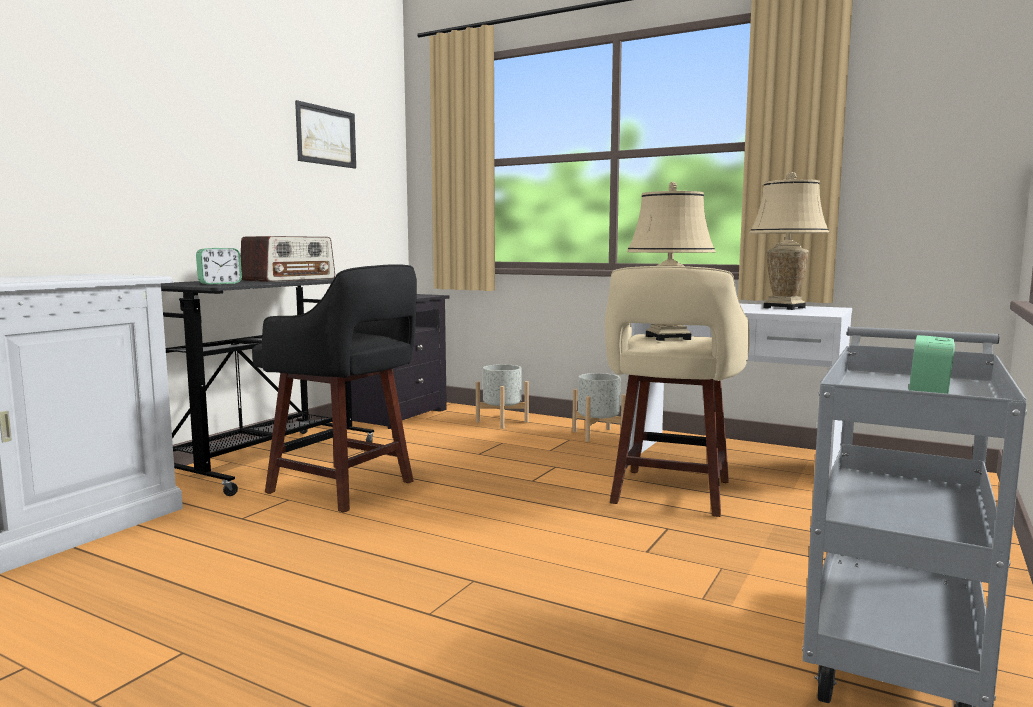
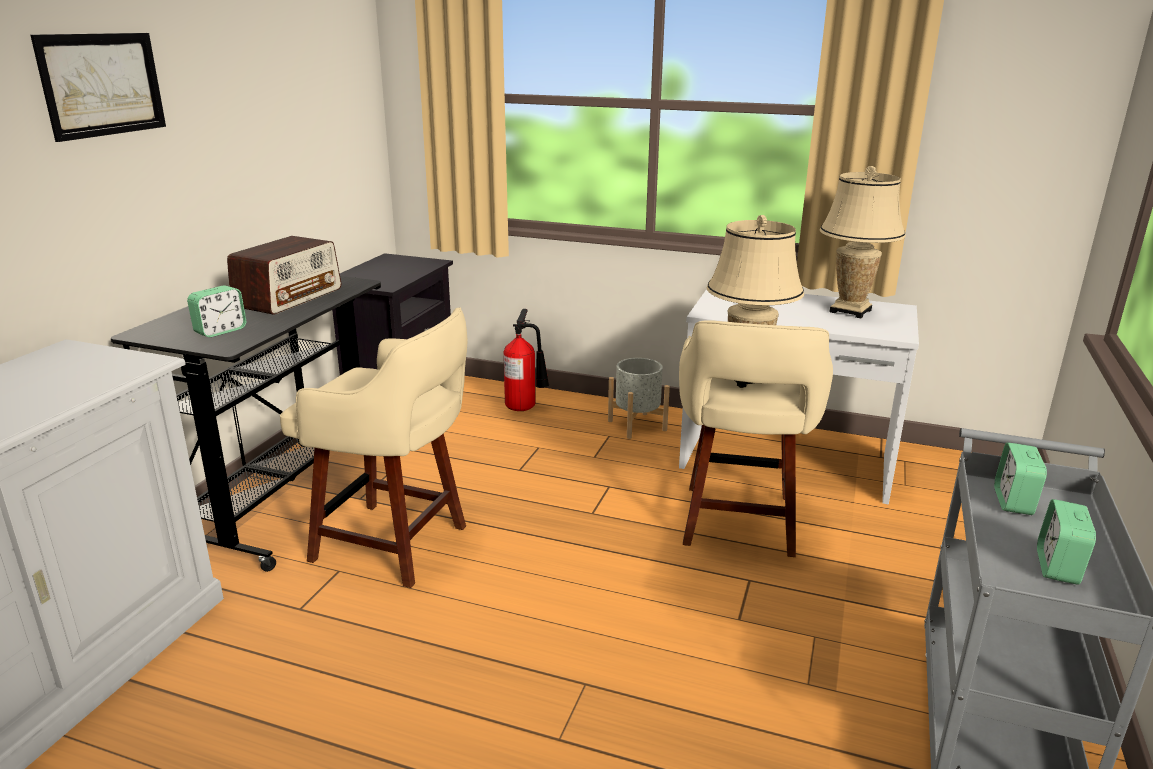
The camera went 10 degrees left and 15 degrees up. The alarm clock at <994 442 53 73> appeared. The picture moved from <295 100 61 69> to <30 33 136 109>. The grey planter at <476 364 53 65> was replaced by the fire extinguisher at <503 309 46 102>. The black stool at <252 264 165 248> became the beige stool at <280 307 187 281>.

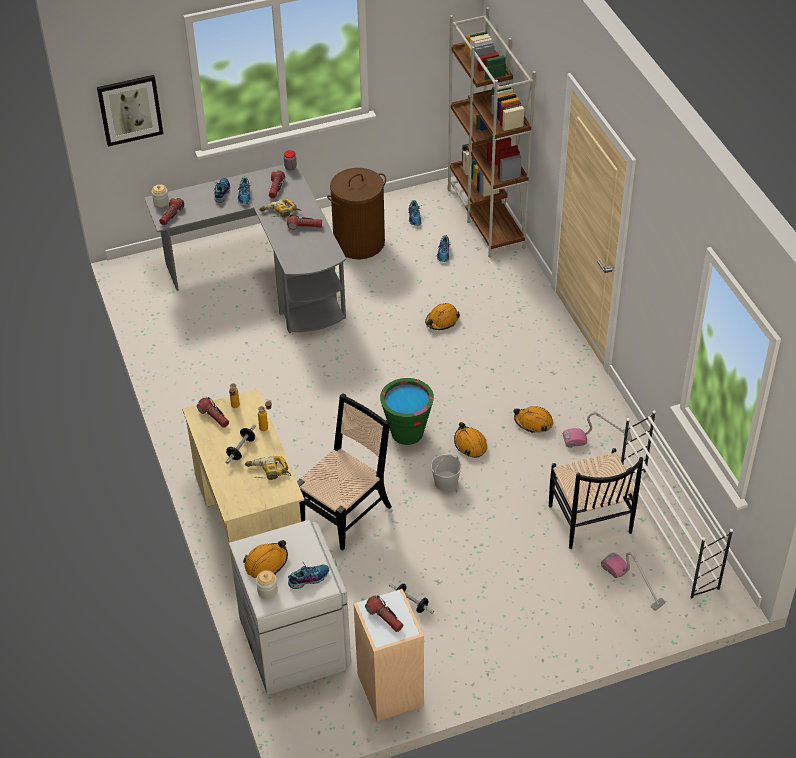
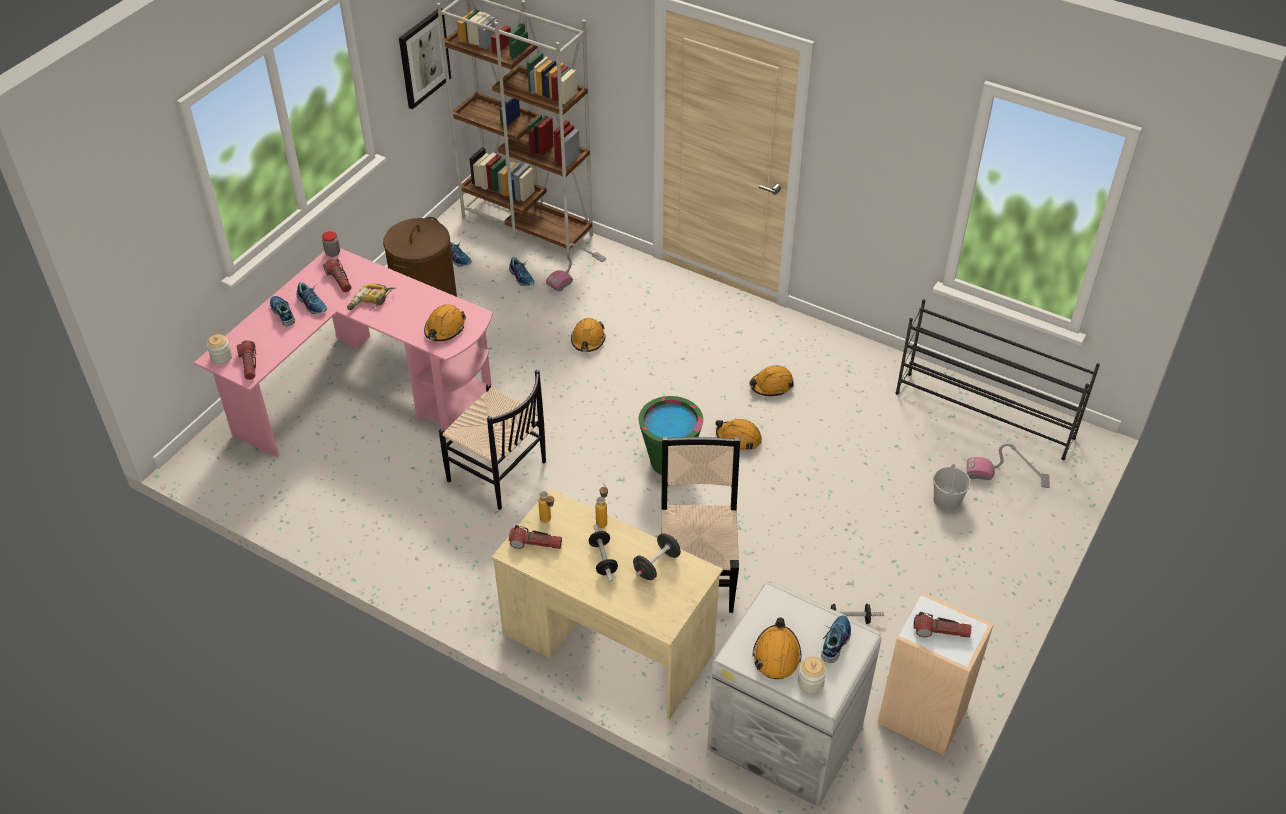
The camera went 40 degrees left and 0 degrees up. The flashlight at <287 214 35 16> disappeared. The orange hard hat at <424 304 42 37> appeared. The picture moved from <97 75 66 72> to <399 8 52 101>. The white bucket moved from <431 454 31 37> to <933 464 38 47>. The black chair moved from <549 448 94 101> to <439 370 107 140>. The vacuum cleaner moved from <563 412 69 36> to <546 243 60 49>. The power drill at <245 456 46 24> was replaced by the black dumbbell at <633 533 48 47>. The grey desk at <144 164 202 169> became the pink desk at <194 248 299 210>. The white shoe rack at <621 411 112 189> became the black shoe rack at <896 299 204 161>.

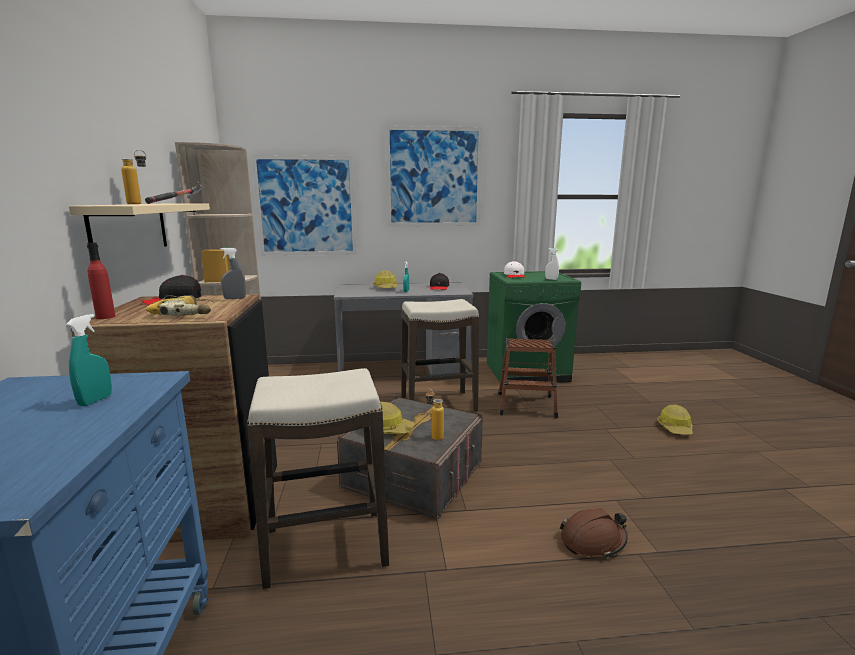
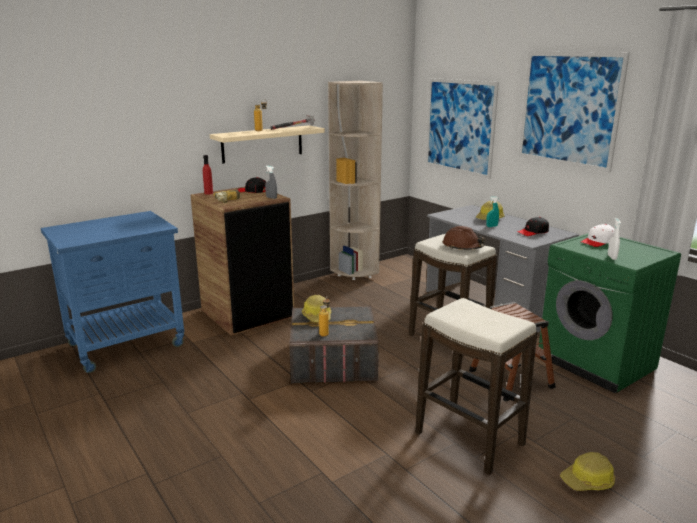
The camera went 60 degrees right and 5 degrees up. The turquoise spray bottle at <66 314 46 93> disappeared. The stool moved from <247 368 142 221> to <415 298 122 177>. The brown hard hat moved from <560 508 68 51> to <443 226 42 24>.

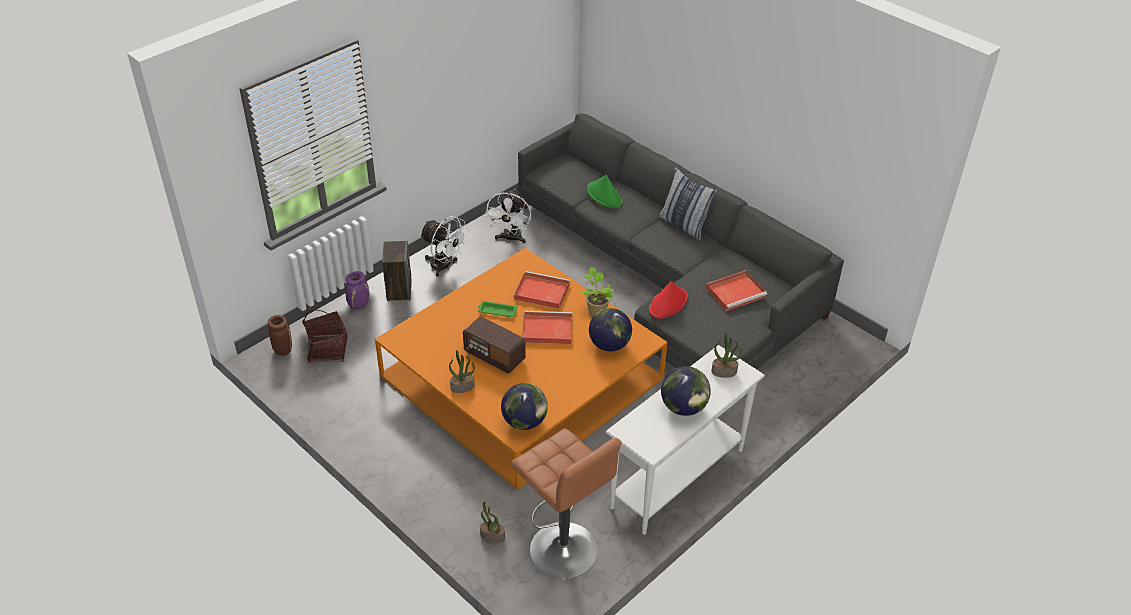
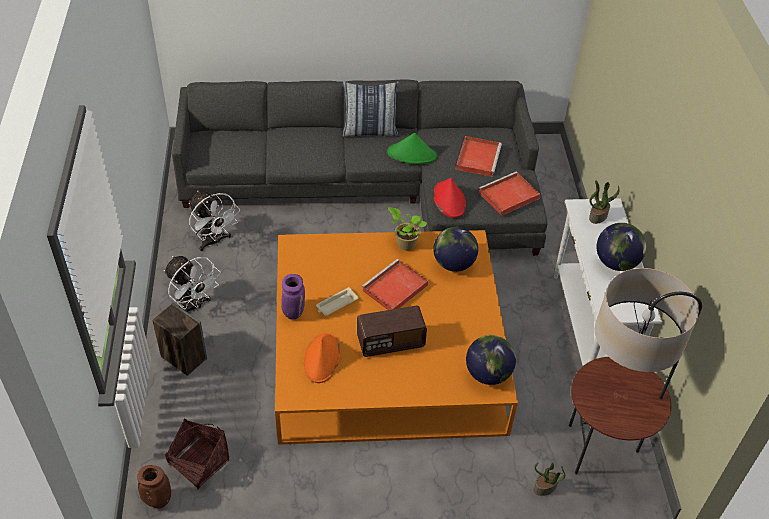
The camera went 50 degrees left and 5 degrees up. The potted plant at <449 350 26 43> disappeared. The orange hat at <303 332 38 51> appeared. The purple vase moved from <345 271 25 39> to <281 274 24 45>. The red tray moved from <514 271 56 38> to <478 172 62 44>. The green hat moved from <587 175 36 34> to <387 132 50 32>. The brown stool at <511 428 111 151> was replaced by the floor lamp at <569 268 133 206>. The green tray at <478 301 39 16> became the beige tray at <316 287 43 29>. The white fan at <420 216 49 61> turned 60 degrees clockwise.

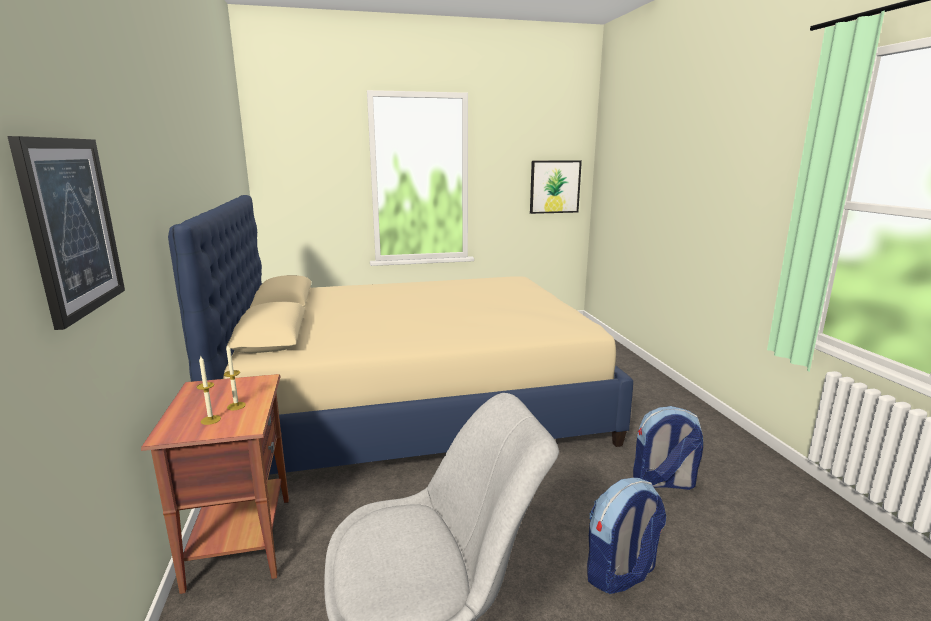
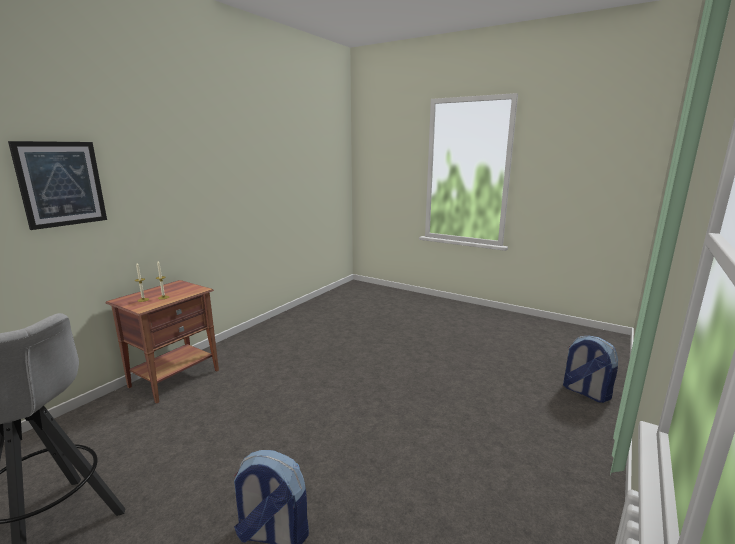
The camera went 45 degrees right and 0 degrees up. The beige bed at <168 195 465 280> disappeared. The picture at <530 160 52 54> disappeared. The backpack moved from <633 406 70 84> to <563 336 55 67>.

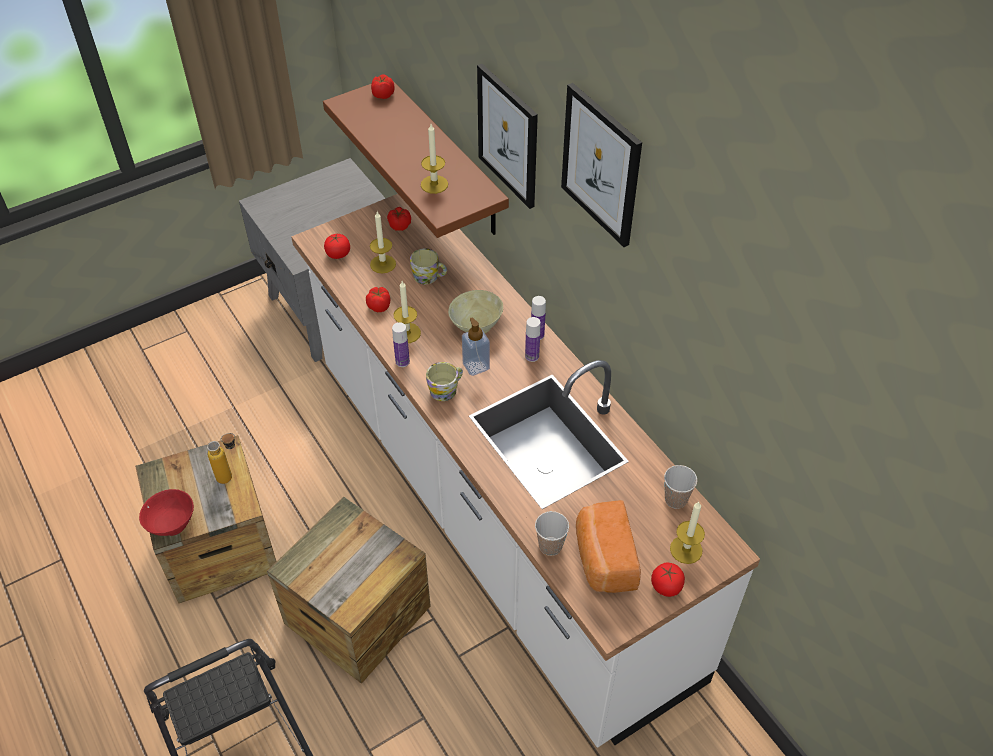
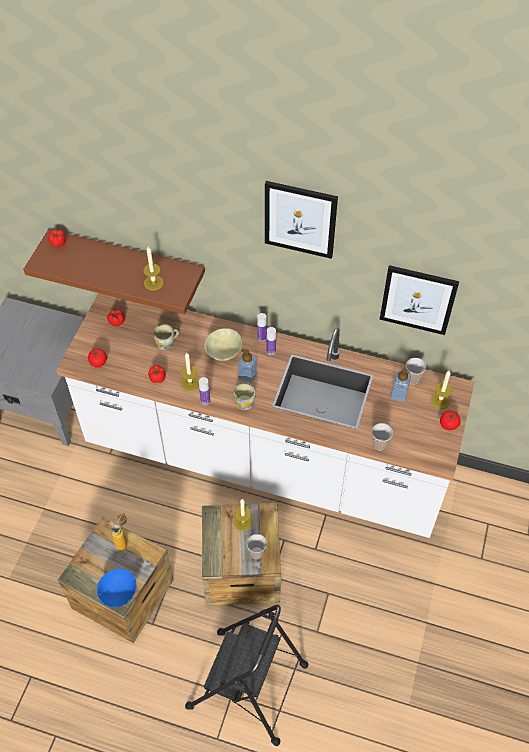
The camera went 40 degrees left and 5 degrees up. The bread at <576 500 65 93> disappeared. The cup at <247 534 20 25> appeared. The soap dispenser at <390 368 21 34> appeared. The candle moved from <370 212 26 62> to <234 499 19 32>. The picture moved from <477 64 61 145> to <380 265 79 70>. The red bowl at <139 489 55 47> became the blue bowl at <97 569 40 38>.

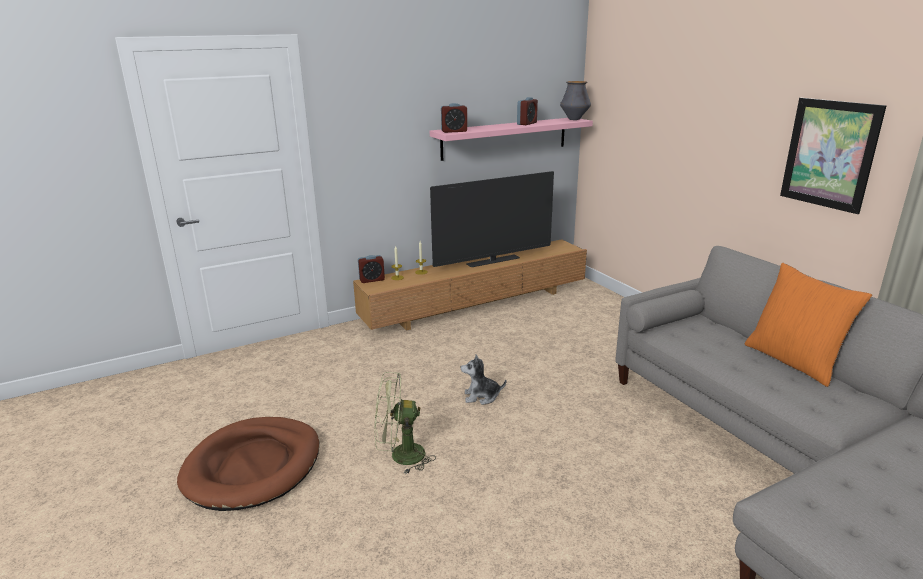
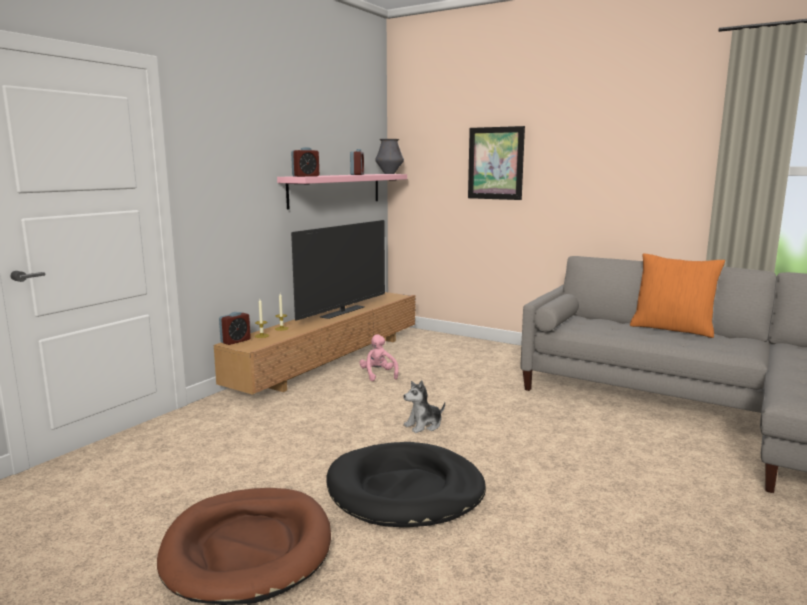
The camera went 30 degrees left and 10 degrees down. The pink plush toy at <359 334 40 47> appeared. The picture moved from <780 98 106 116> to <468 126 57 74>. The green fan at <374 372 62 102> was replaced by the black dog bed at <326 442 160 85>.

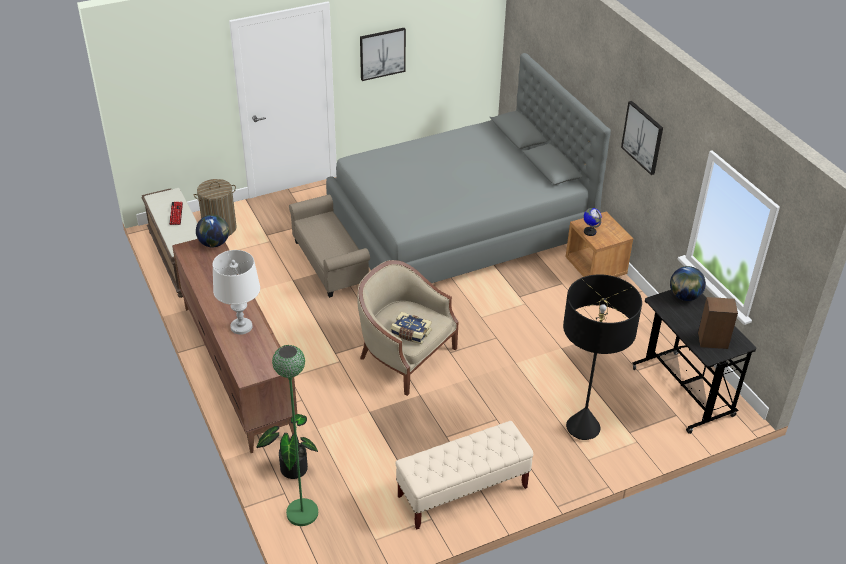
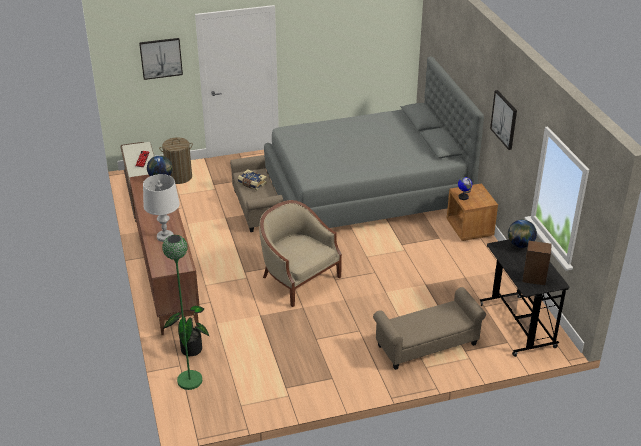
The camera went 10 degrees right and 5 degrees down. The beige bench at <395 421 138 108> disappeared. The picture moved from <360 28 46 53> to <139 38 44 42>. The book moved from <391 312 41 32> to <237 169 30 21>. The black floor lamp at <563 274 79 166> was replaced by the beige ottoman at <373 287 113 83>.

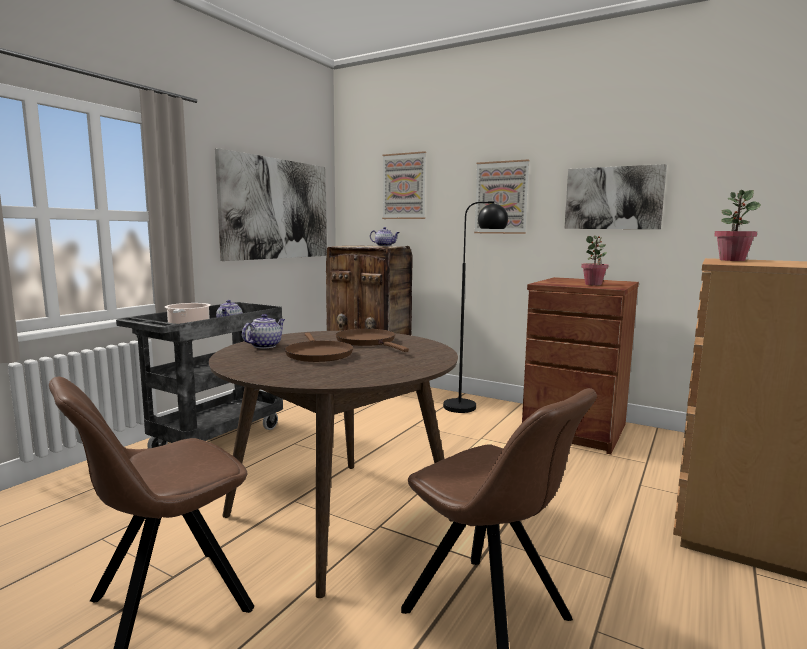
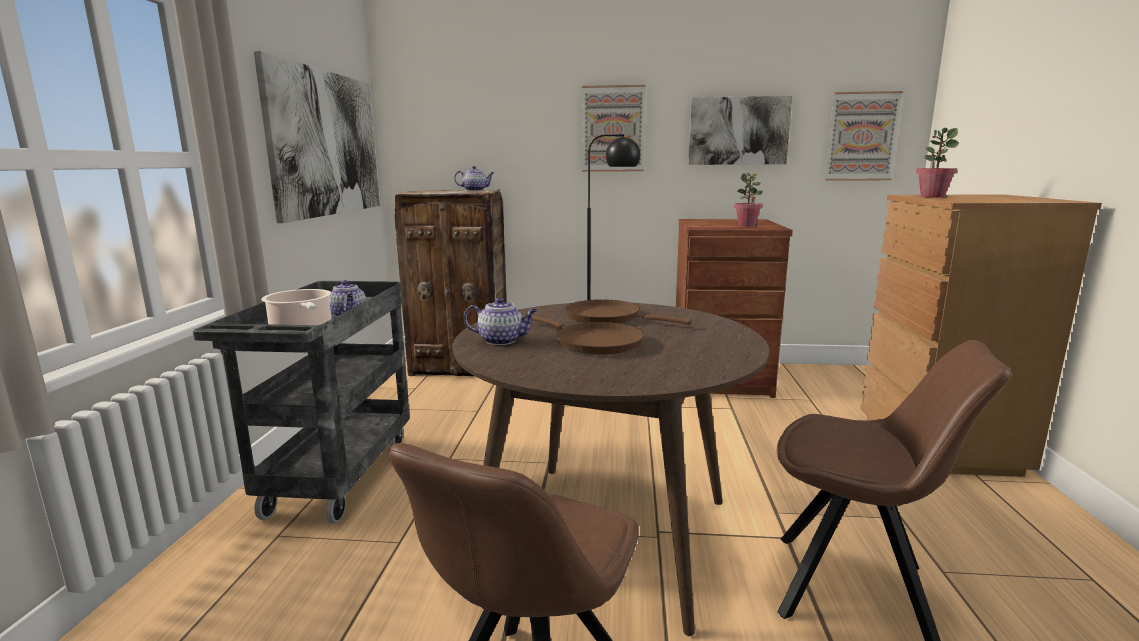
The camera went 25 degrees left and 5 degrees up. The picture moved from <382 151 44 68> to <824 91 79 90>. The teapot at <242 314 43 35> turned 90 degrees clockwise.

